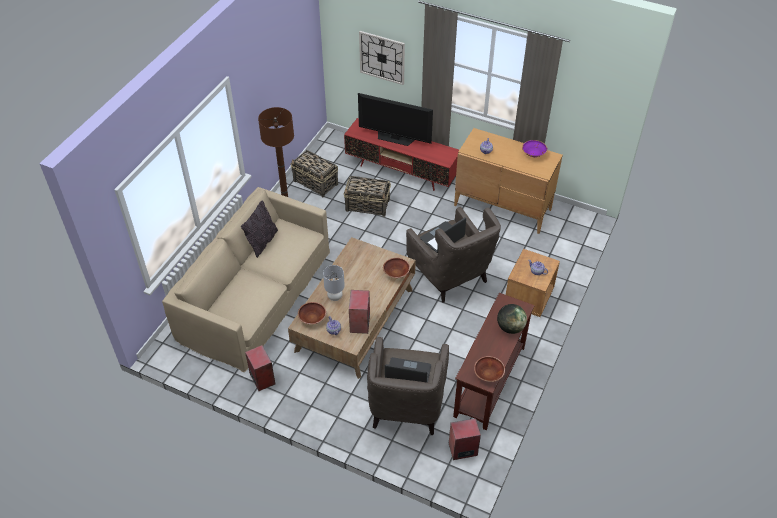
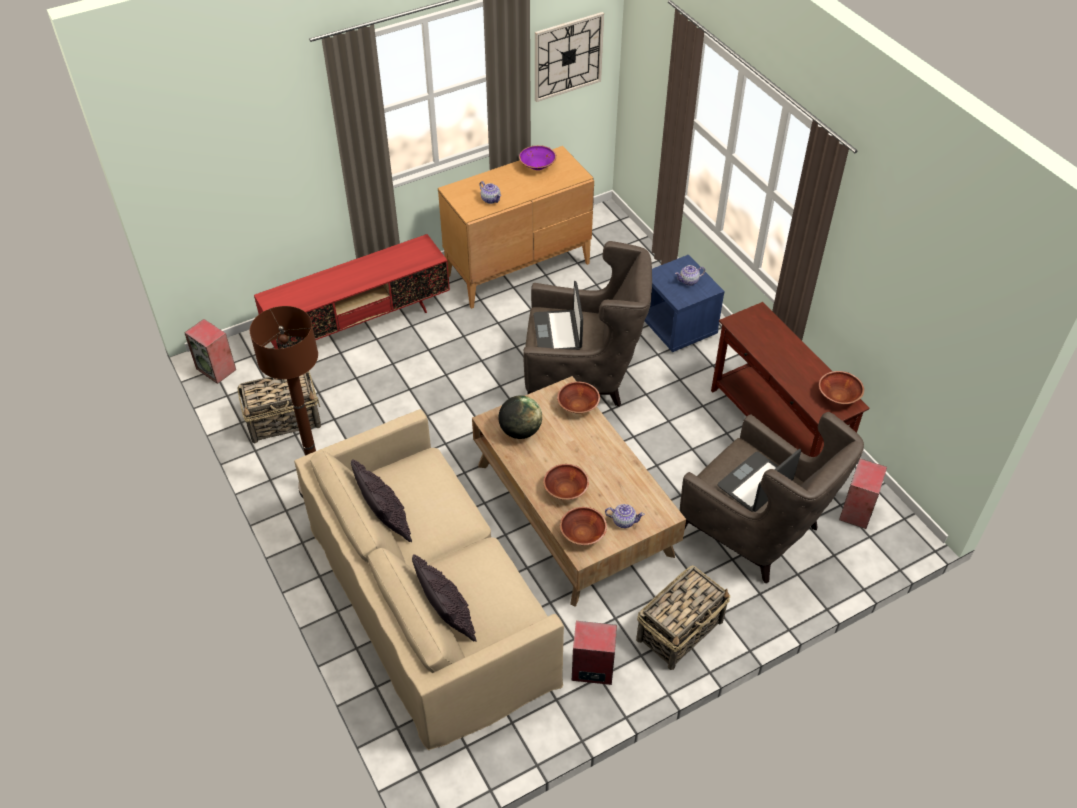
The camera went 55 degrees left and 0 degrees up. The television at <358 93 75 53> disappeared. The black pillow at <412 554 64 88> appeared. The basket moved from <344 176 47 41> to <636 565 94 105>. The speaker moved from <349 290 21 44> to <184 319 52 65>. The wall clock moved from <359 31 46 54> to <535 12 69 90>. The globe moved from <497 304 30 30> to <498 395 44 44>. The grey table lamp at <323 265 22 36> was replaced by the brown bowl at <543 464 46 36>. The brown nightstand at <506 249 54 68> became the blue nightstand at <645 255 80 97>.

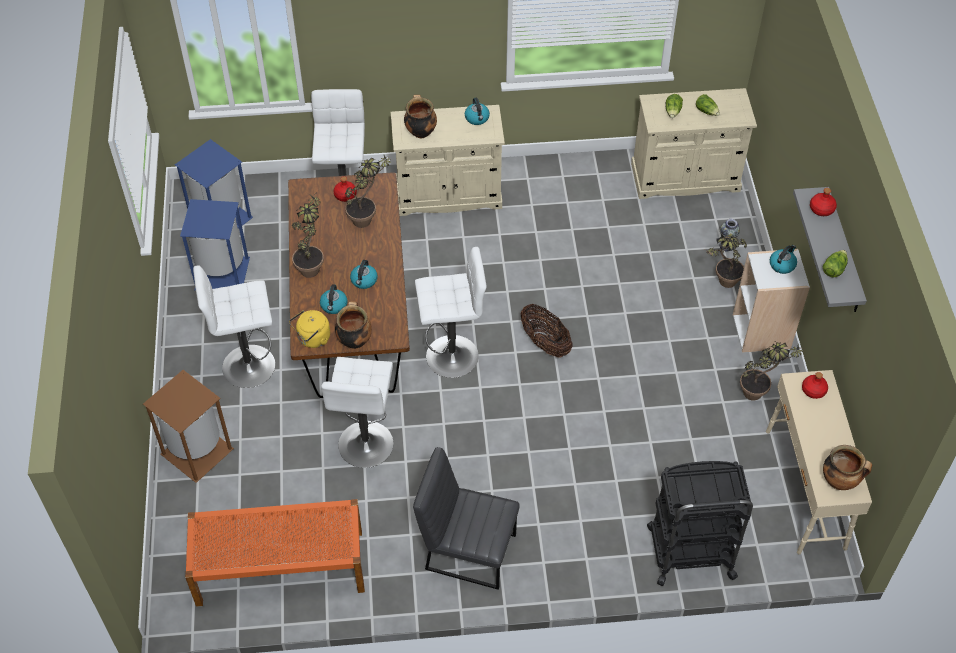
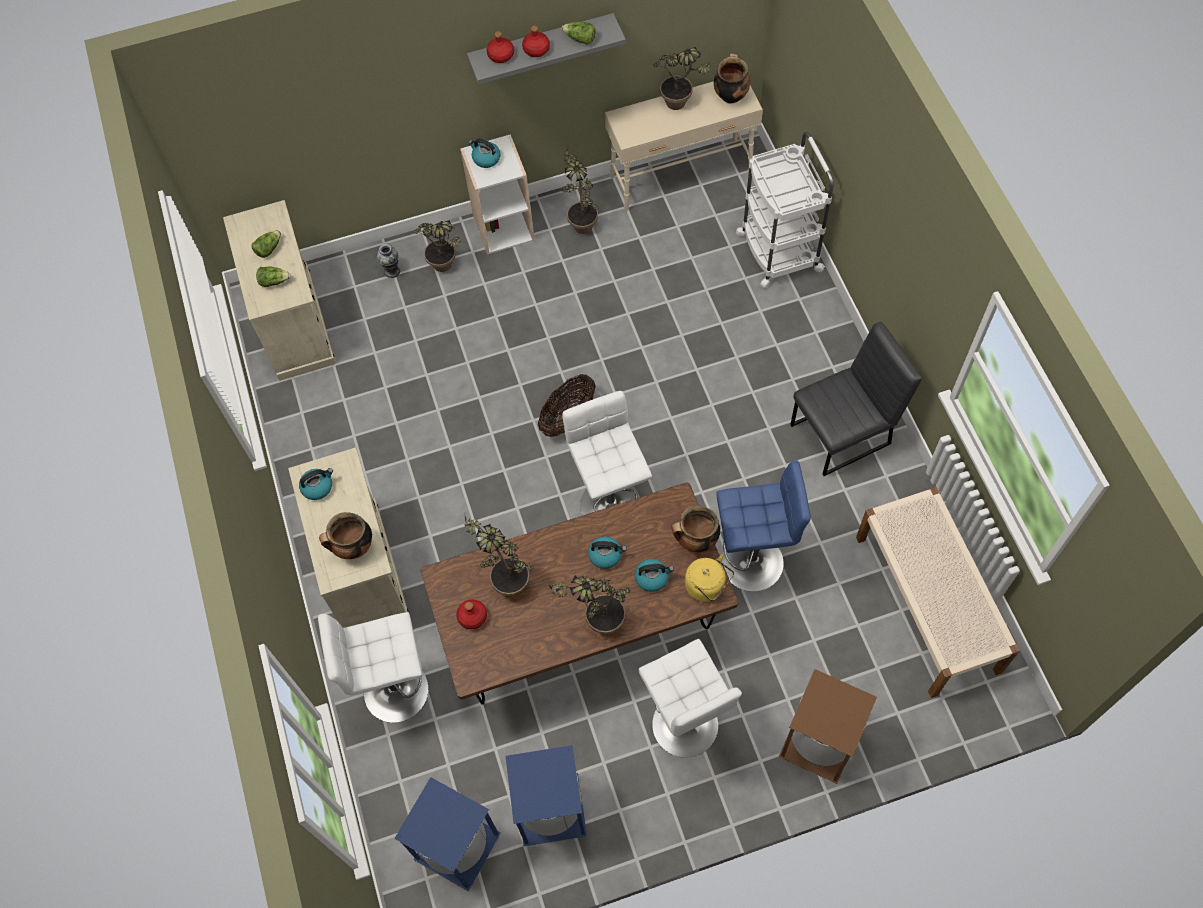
The camera went 100 degrees left and 10 degrees up. The potted plant at <654 47 57 63> appeared. The red bottle moved from <802 372 26 27> to <522 25 28 32>. The orange bench at <185 499 180 108> became the beige bench at <856 487 164 211>. The white stool at <321 357 73 111> became the blue stool at <716 460 95 132>. The black cart at <647 461 106 125> became the white cart at <736 132 98 156>. The grey chair at <413 447 107 143> turned 120 degrees counterclockwise.

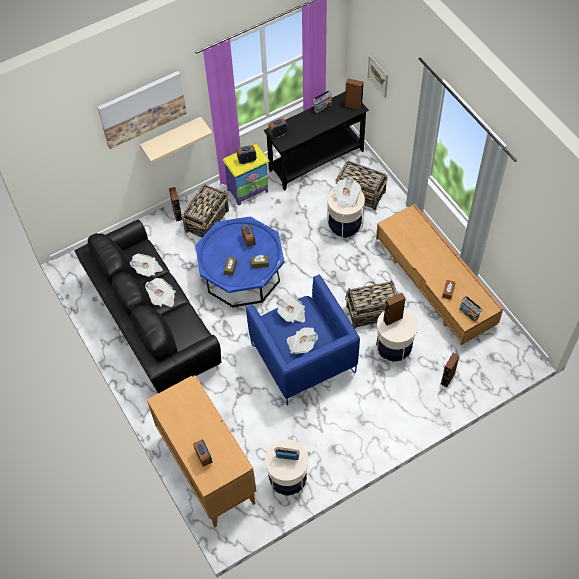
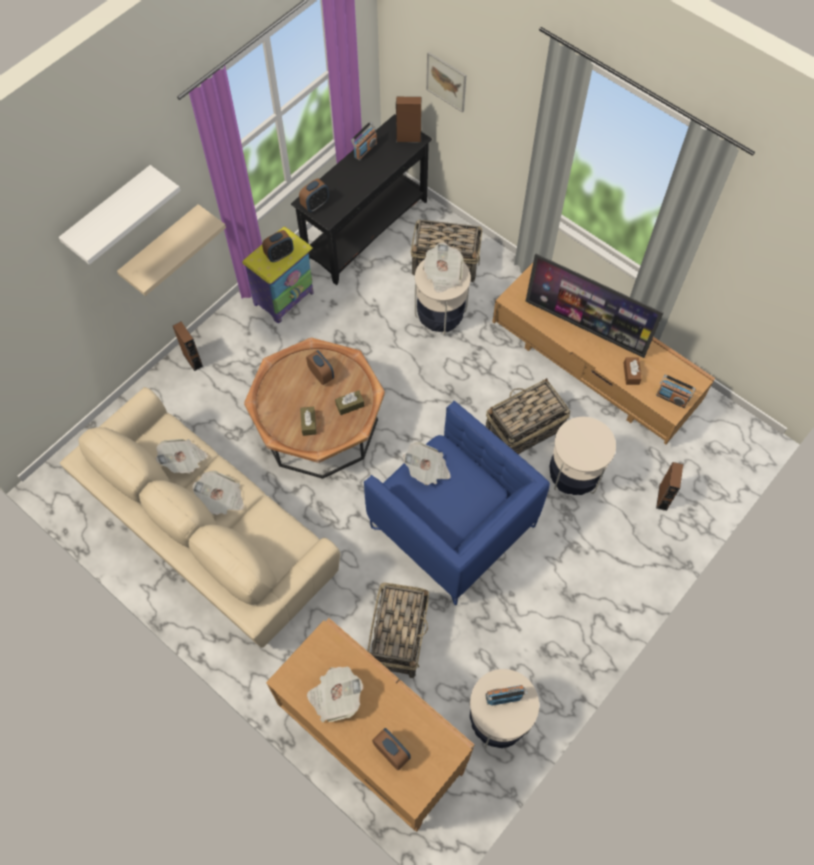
The camera went 20 degrees left and 5 degrees up. The brown speaker at <383 293 23 33> disappeared. The television at <525 253 138 105> appeared. The basket moved from <181 184 48 54> to <367 582 62 96>. The newspaper moved from <287 327 31 27> to <307 666 56 56>. The picture at <97 71 90 78> was replaced by the white shelf at <59 165 122 100>. The black sofa at <75 220 146 173> became the beige sofa at <60 387 280 261>. The blue coffee table at <195 217 89 90> became the brown coffee table at <244 338 141 141>.

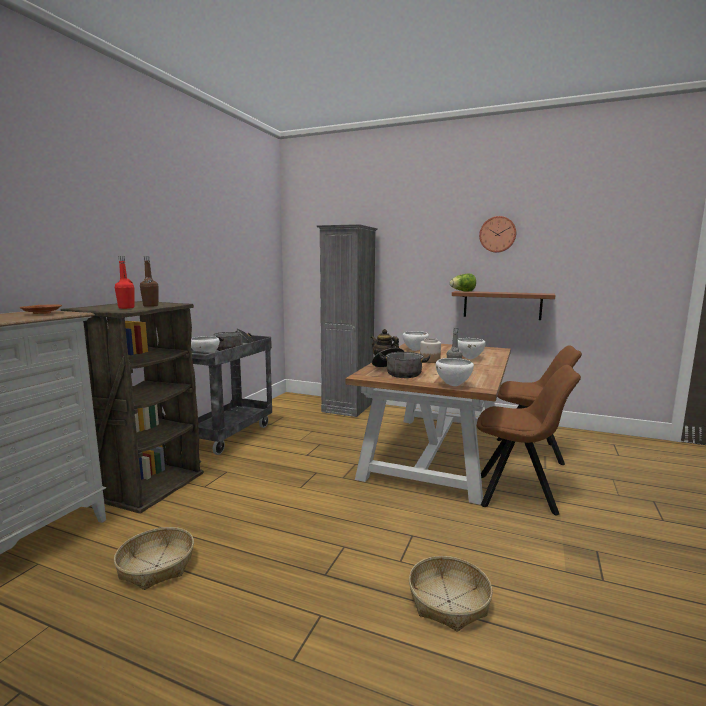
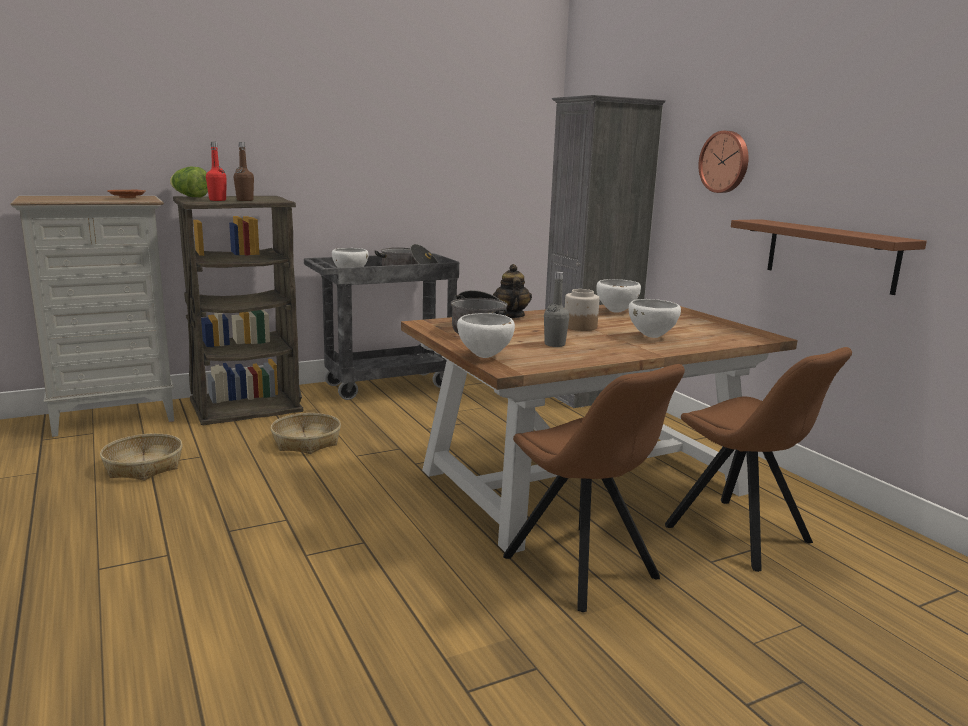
The camera went 40 degrees right and 5 degrees up. The basket moved from <409 556 84 76> to <271 413 70 41>. The lettuce moved from <450 274 26 18> to <170 167 38 30>. The wall clock moved from <479 216 37 37> to <698 131 51 62>.

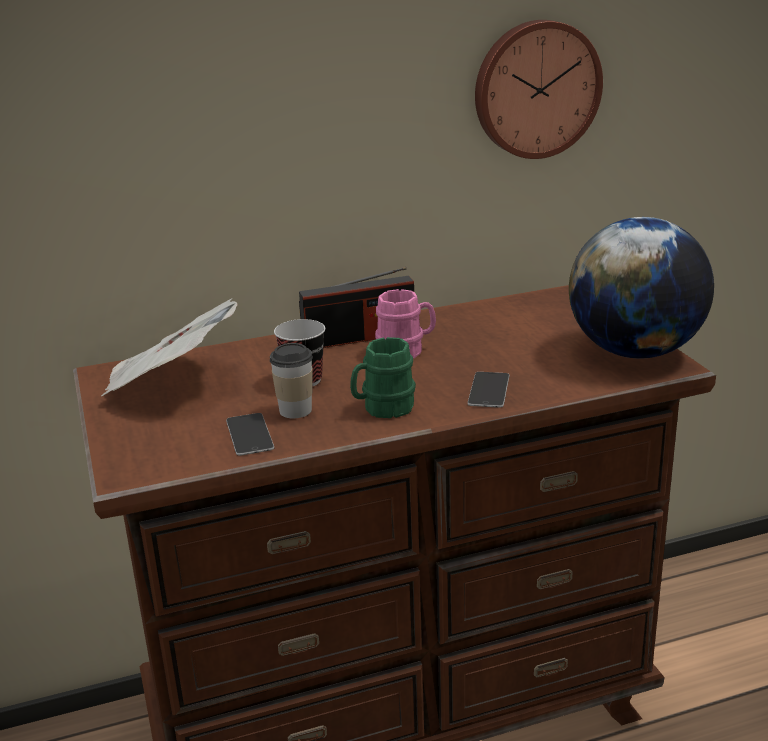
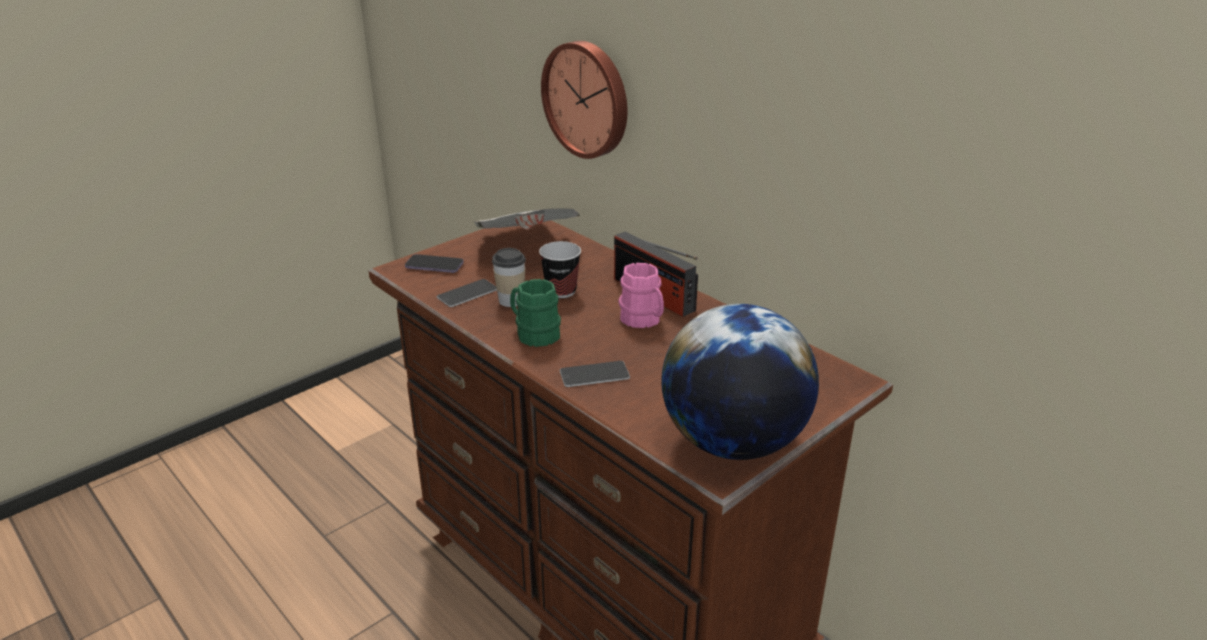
The camera went 65 degrees right and 5 degrees up. The phone at <405 254 59 19> appeared. The wall clock moved from <475 20 128 139> to <541 41 87 118>.

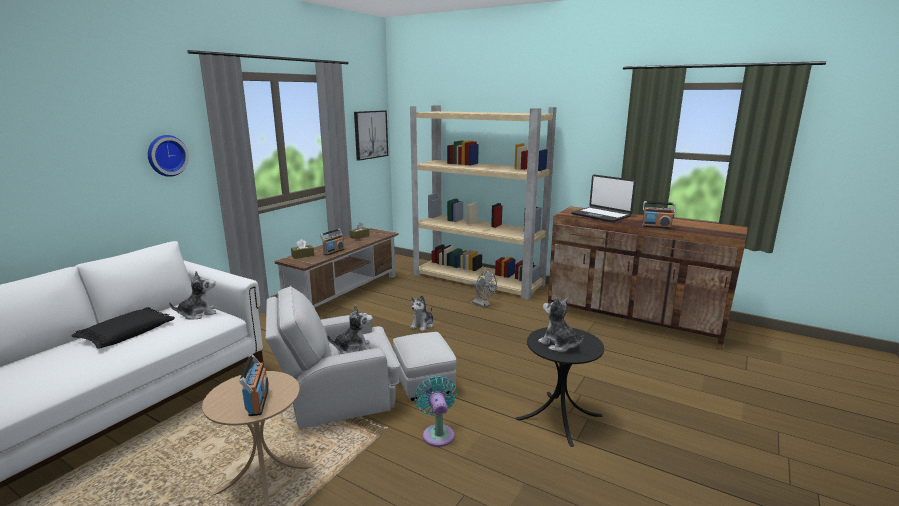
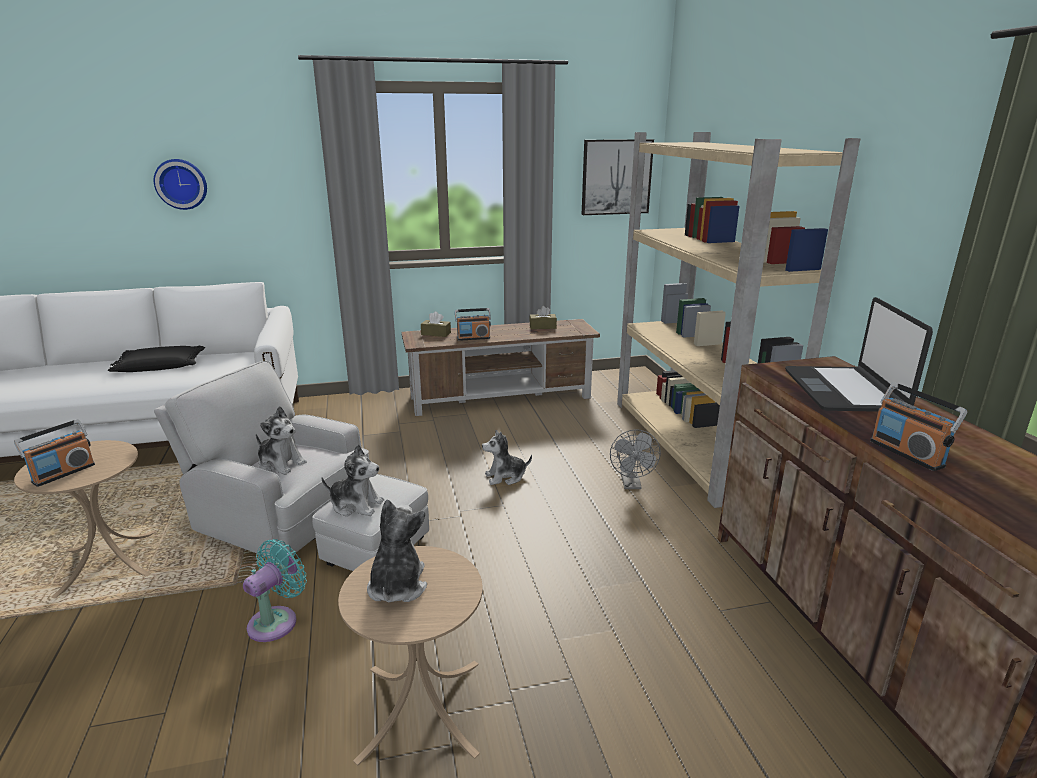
The camera went 45 degrees right and 5 degrees up. The wall clock moved from <148 135 41 42> to <154 159 53 51>. The plush toy moved from <169 271 48 49> to <322 444 62 73>. The black side table at <516 327 88 120> became the beige side table at <338 546 145 220>.

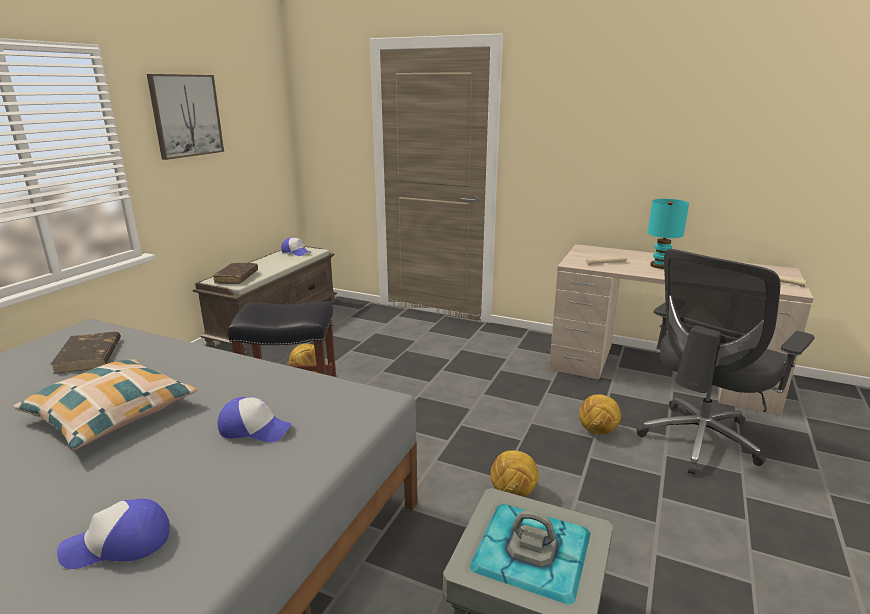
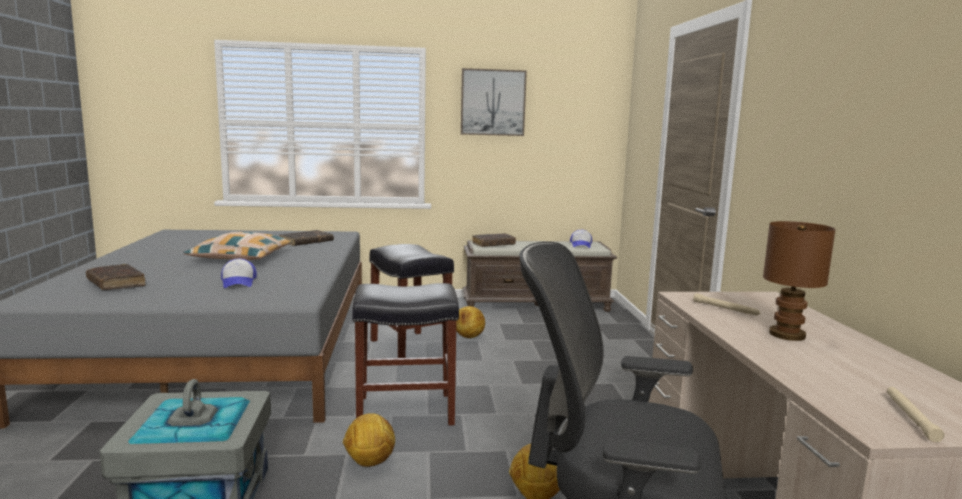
The camera went 60 degrees right and 10 degrees down. The black stool at <352 283 107 143> appeared. The cap at <57 499 113 70> was replaced by the brown book at <86 264 60 26>. The turquoise table lamp at <648 199 41 70> became the brown table lamp at <763 221 73 120>.

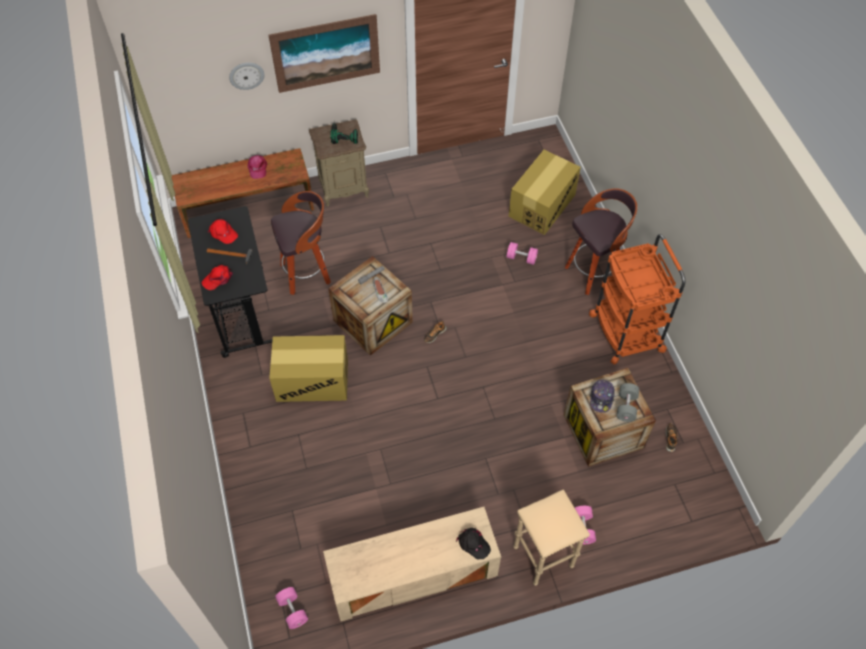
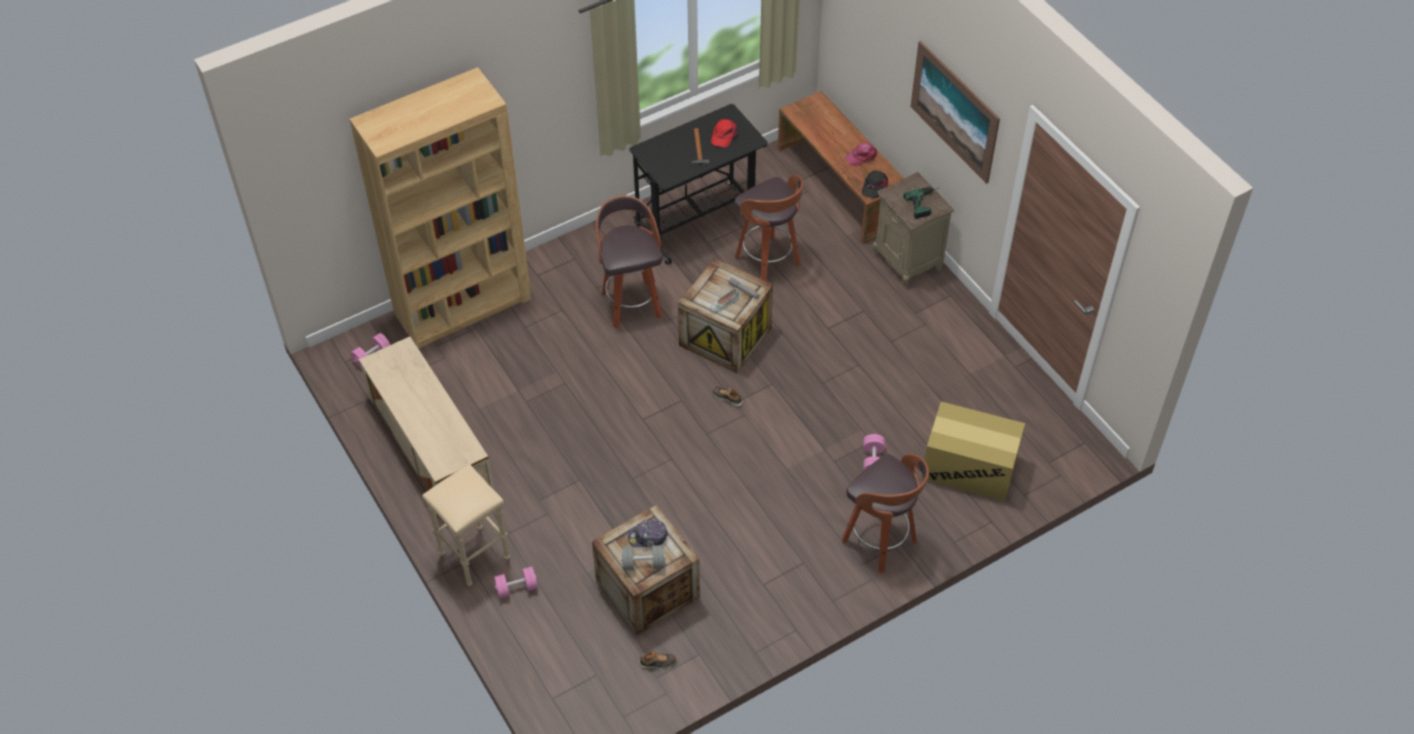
The camera went 75 degrees right and 5 degrees down. The red cap at <201 265 32 25> disappeared. The wall clock at <229 63 35 27> disappeared. The orange cart at <589 234 96 131> disappeared. The brown bookcase at <349 67 183 281> appeared. The black cap moved from <456 528 35 31> to <862 171 26 28>. The cardboard box at <269 335 79 67> was replaced by the stool at <596 195 66 133>.

